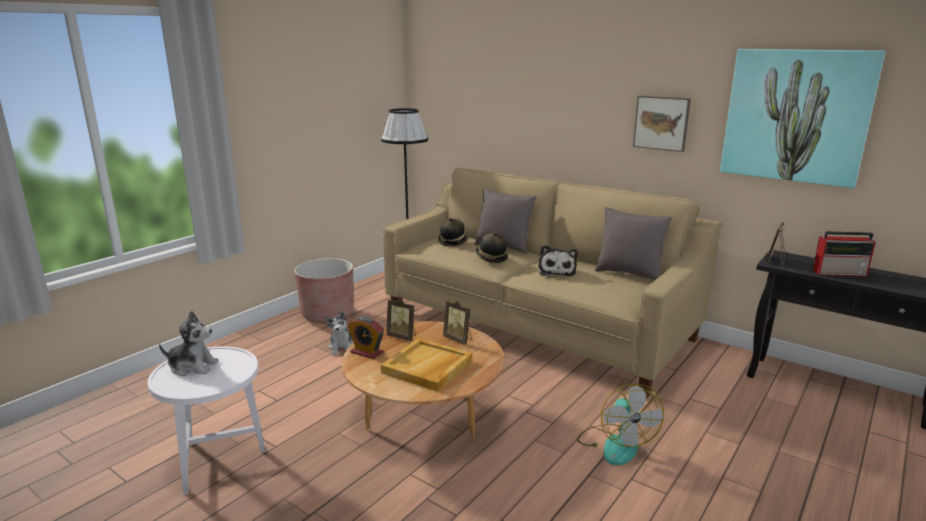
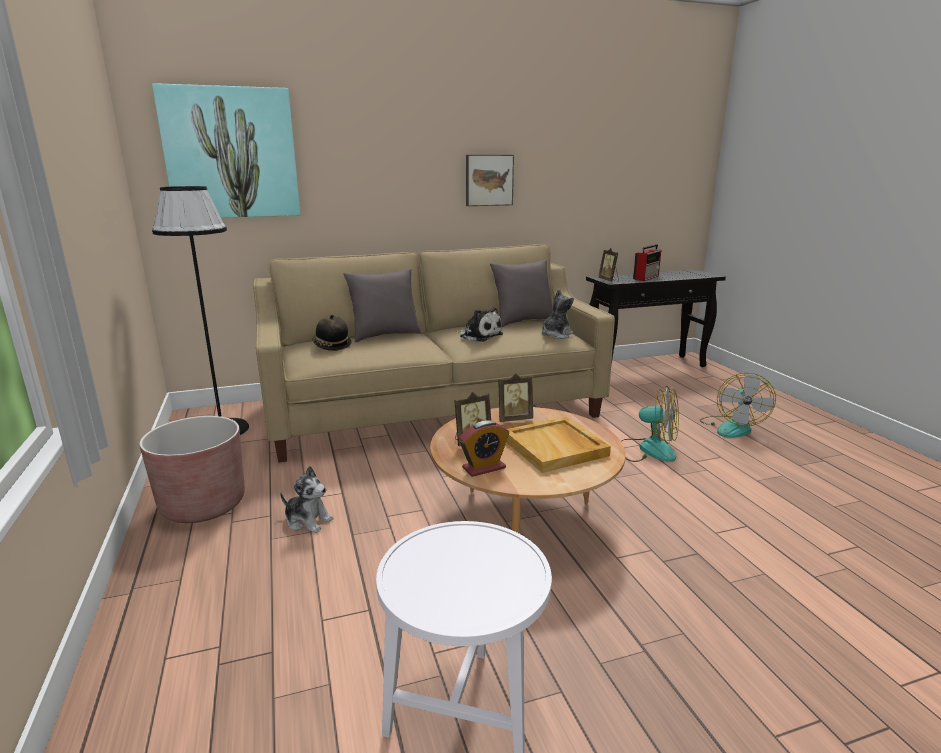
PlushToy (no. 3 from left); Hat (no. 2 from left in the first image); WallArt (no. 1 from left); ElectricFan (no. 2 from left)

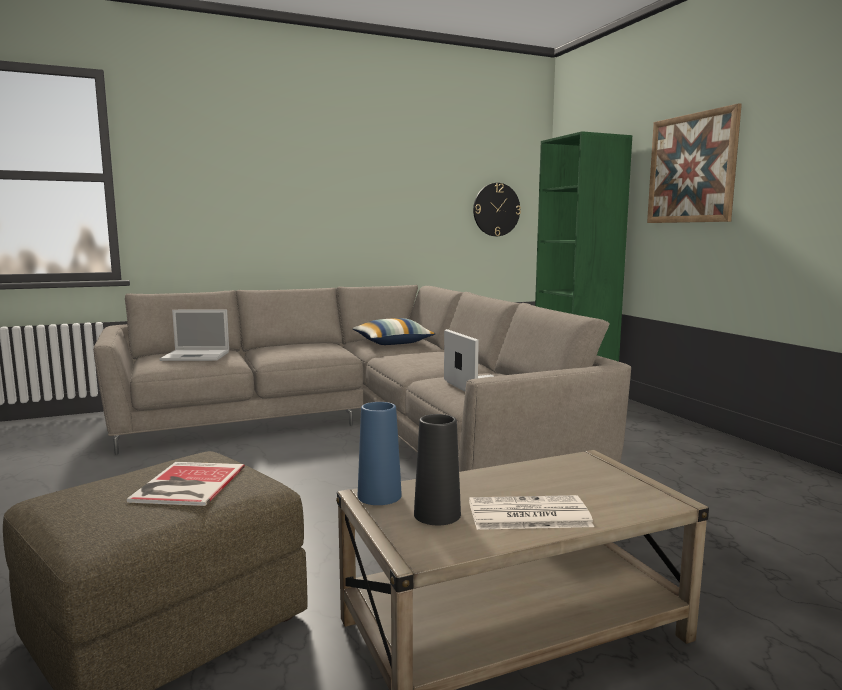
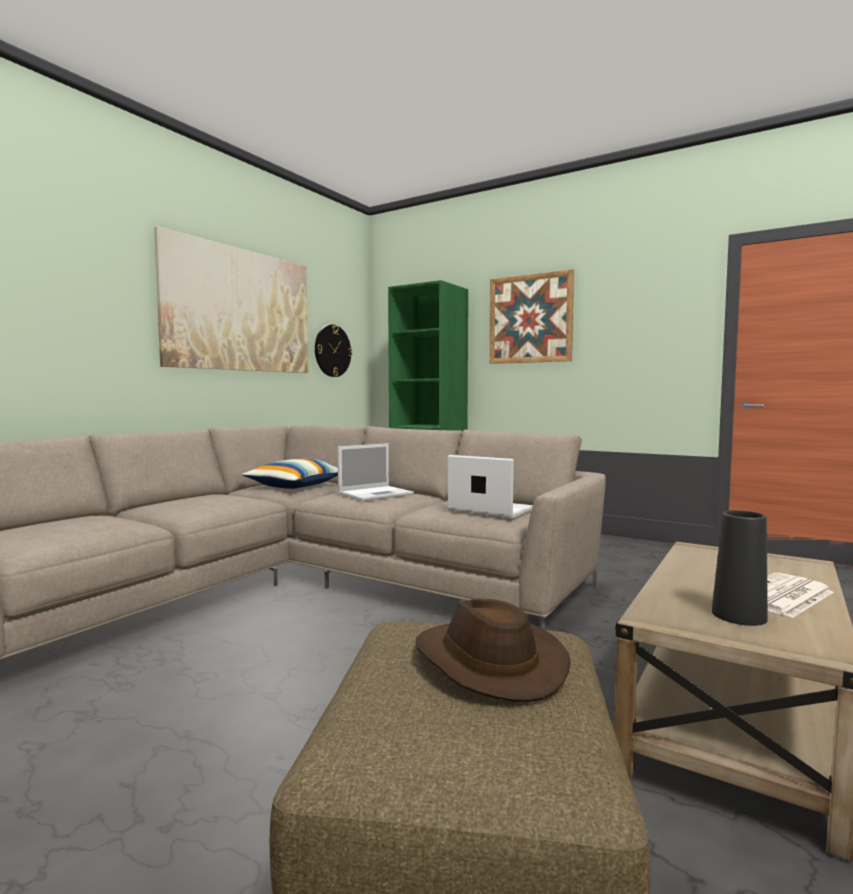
BrownHat; Laptop (no. 1 from left); BluishDecorativeVase; WallArt (no. 1 from left)

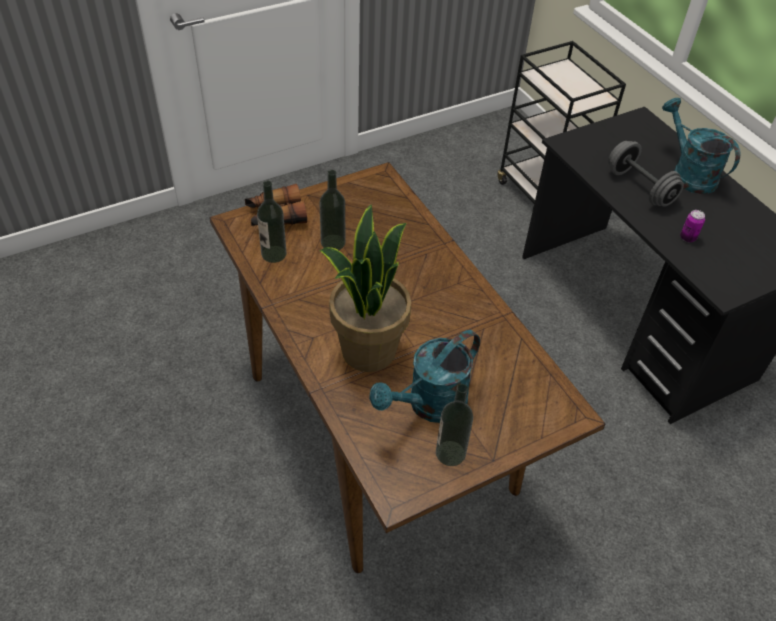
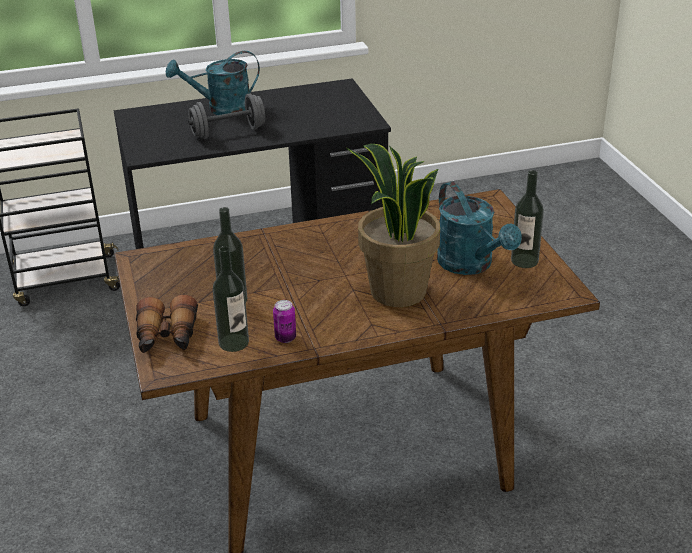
Can

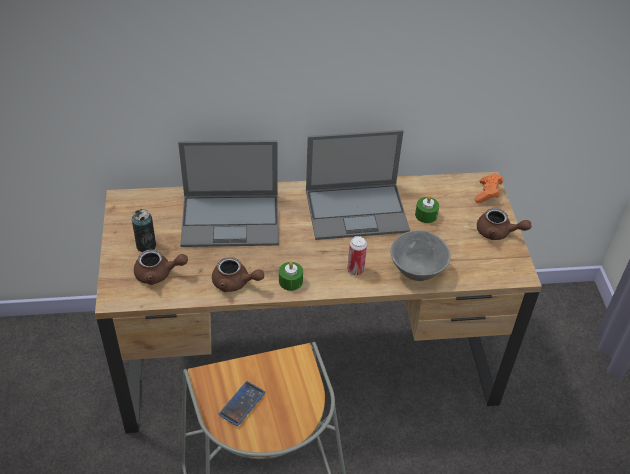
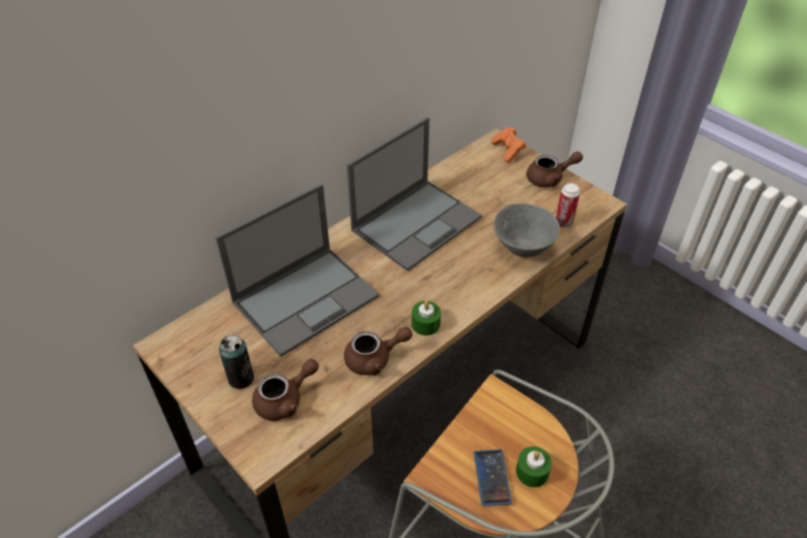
Can (no. 2 from left); GreenCandle (no. 2 from left)

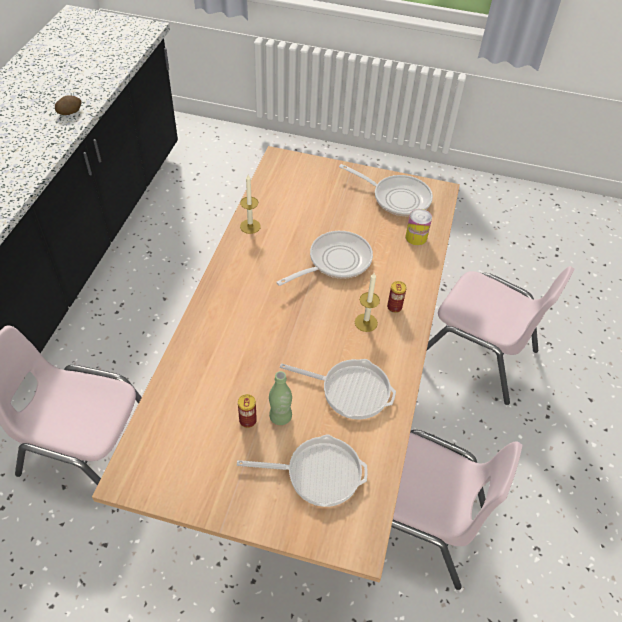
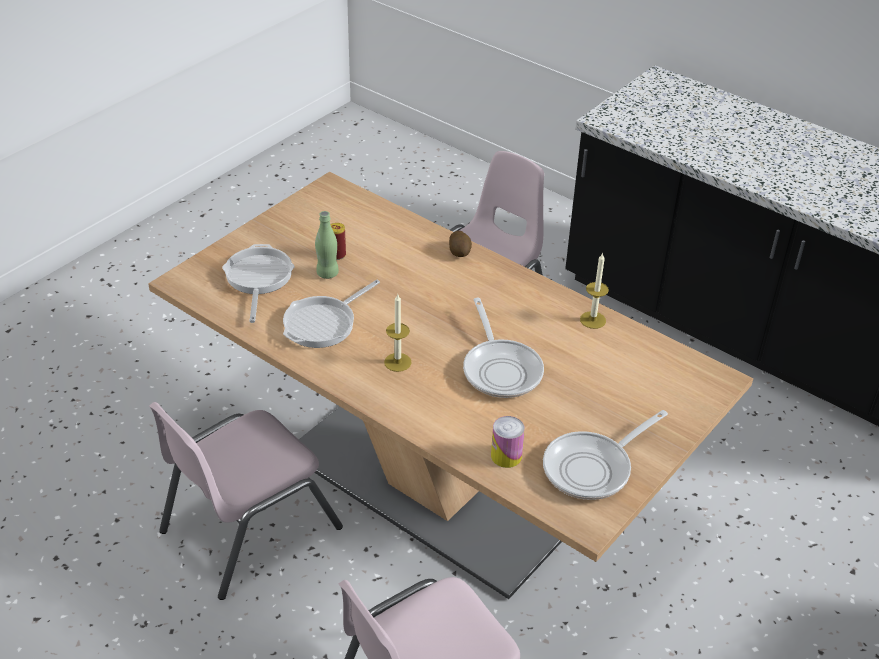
Spud; Pan (no. 1 from left); Can (no. 2 from left in the first image)

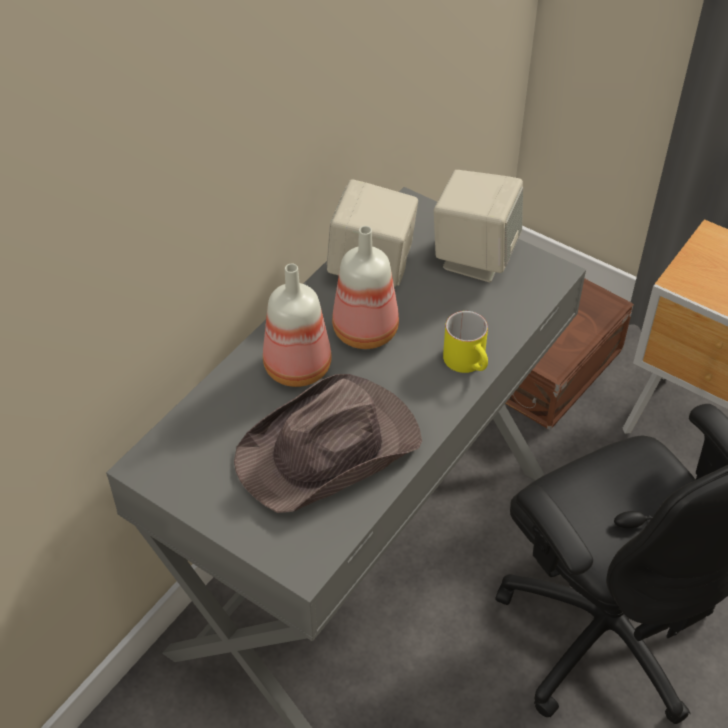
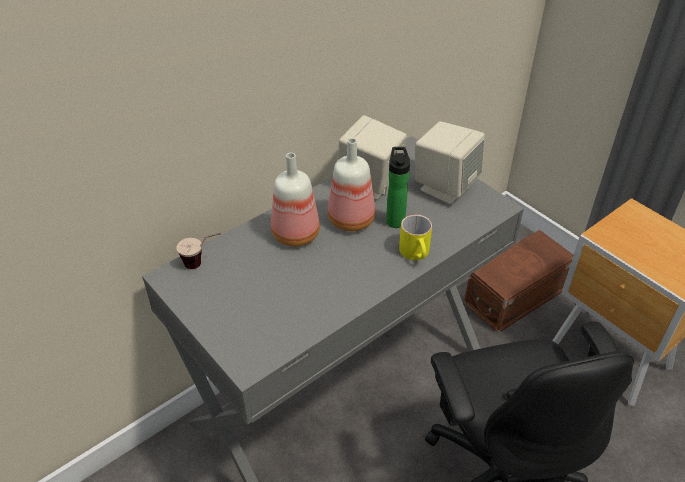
BrownHat; Cup; DrinkBottle (no. 3 from left)

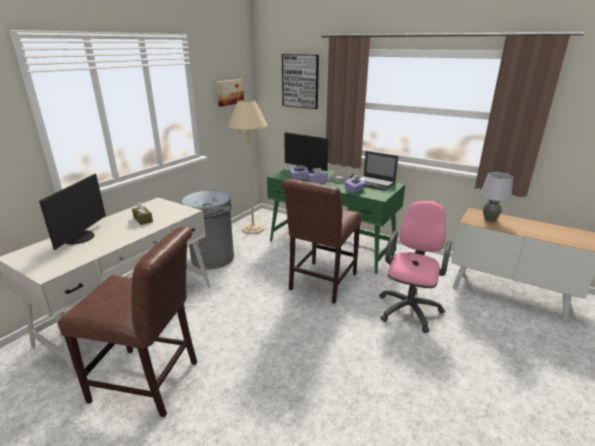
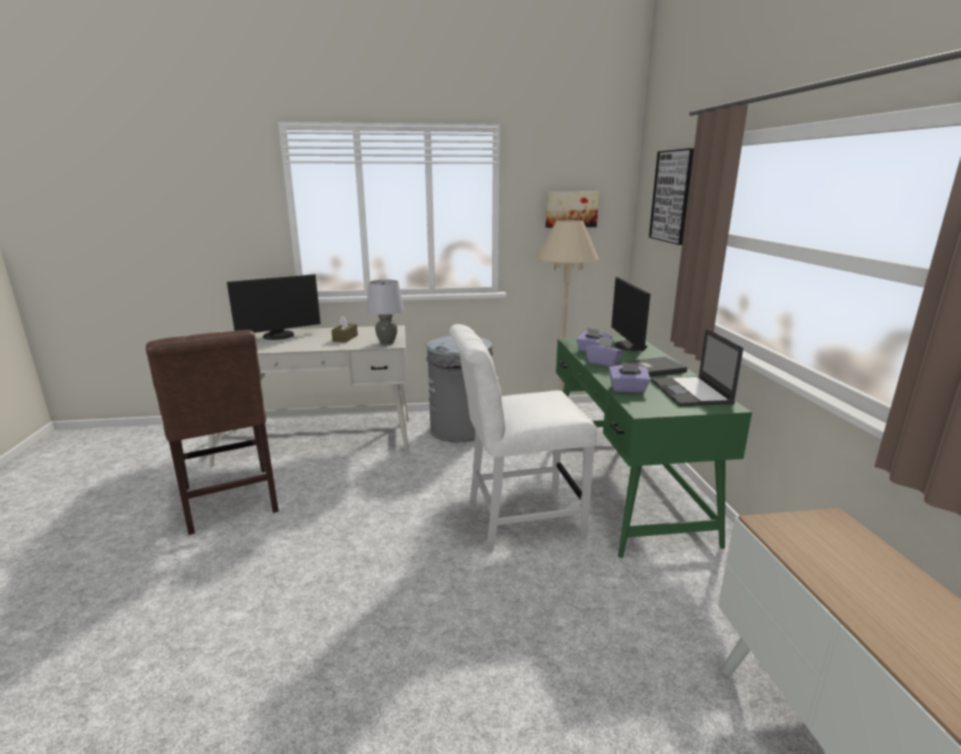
WhitePlainChair; PinkOfficeChair; GreyishTableLamp

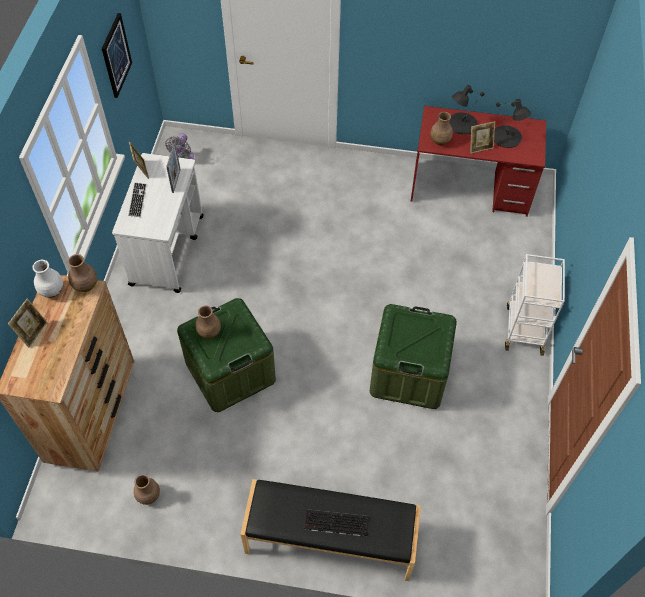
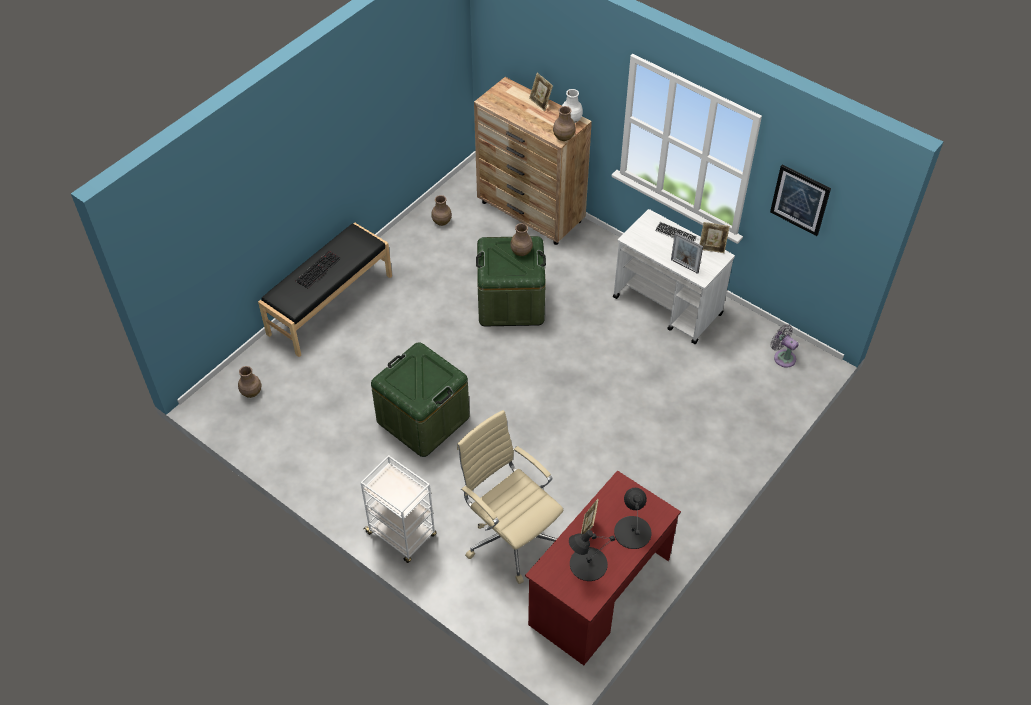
BrownDecorativeVase (no. 1 from left); SandColouredOfficeChair

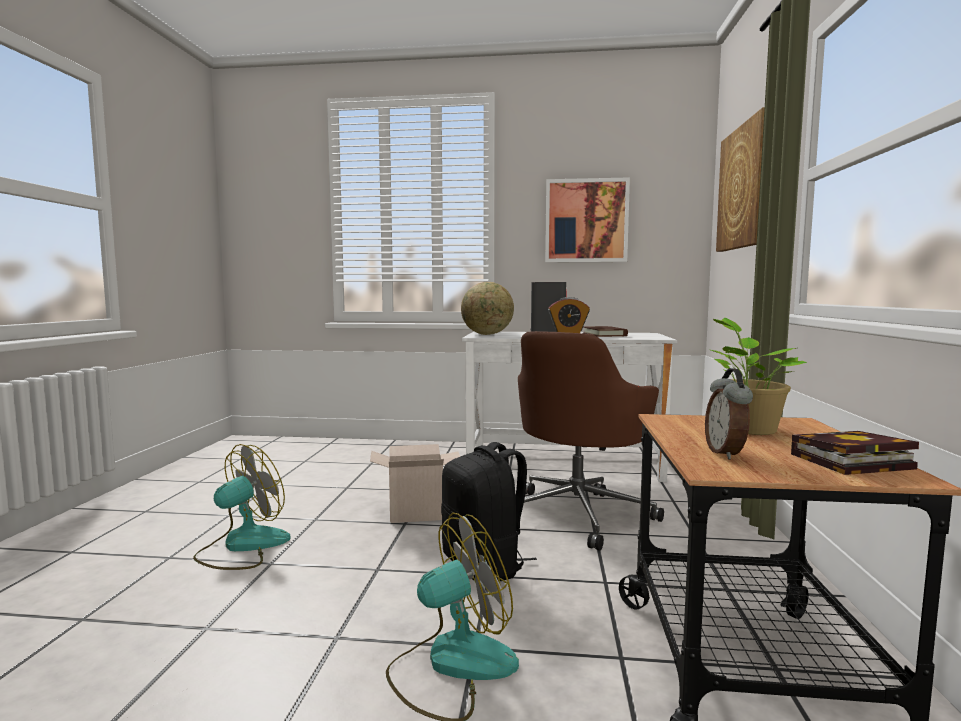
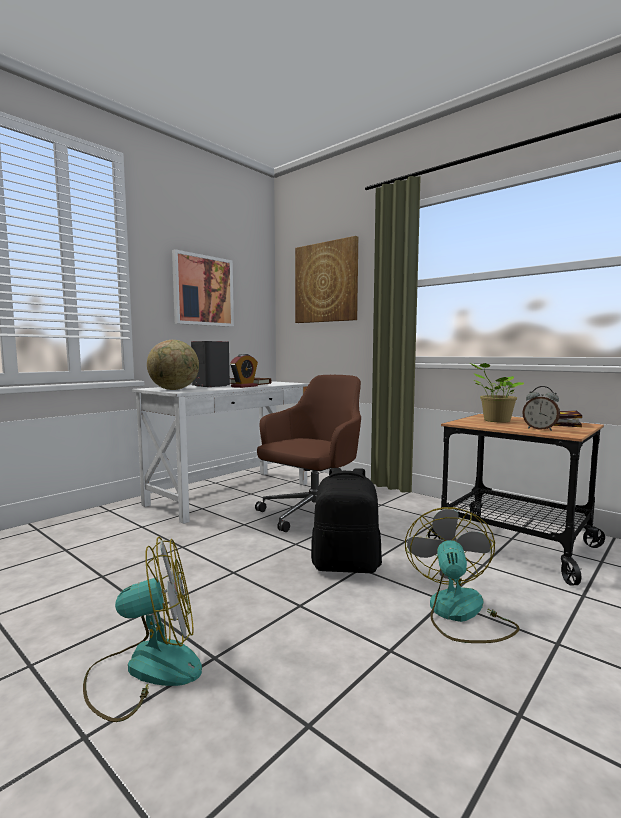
ElectricFan (no. 1 from left); CardboardBox; BrownOfficeChair

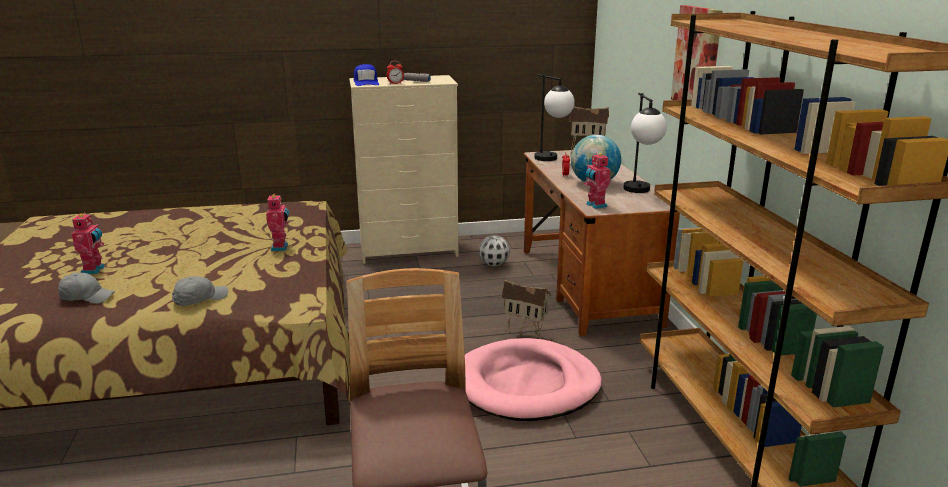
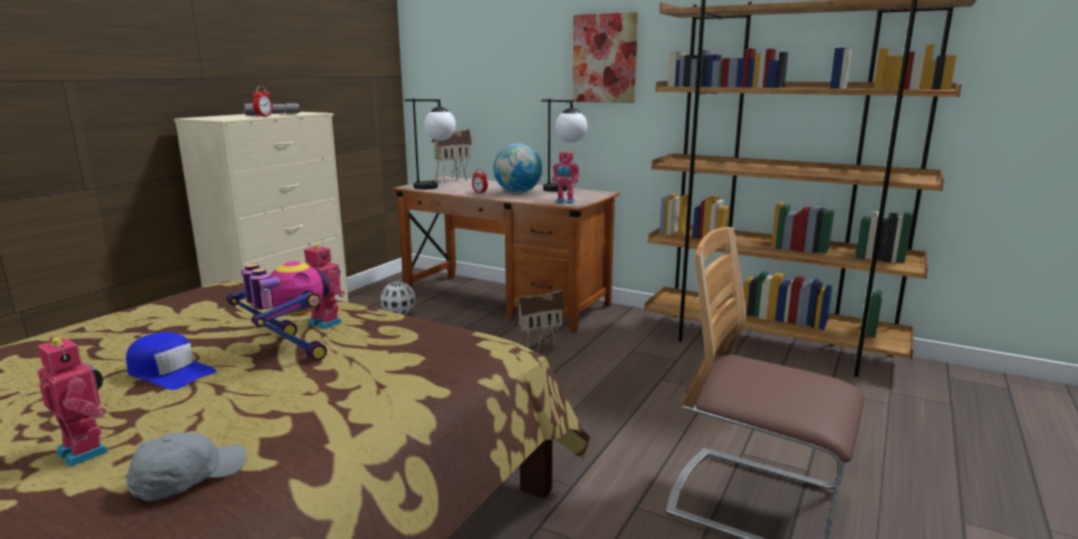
GreyishCap (no. 2 from left in the first image); BluishCap; PinkDogCushion; ToyRobot (no. 2 from left)

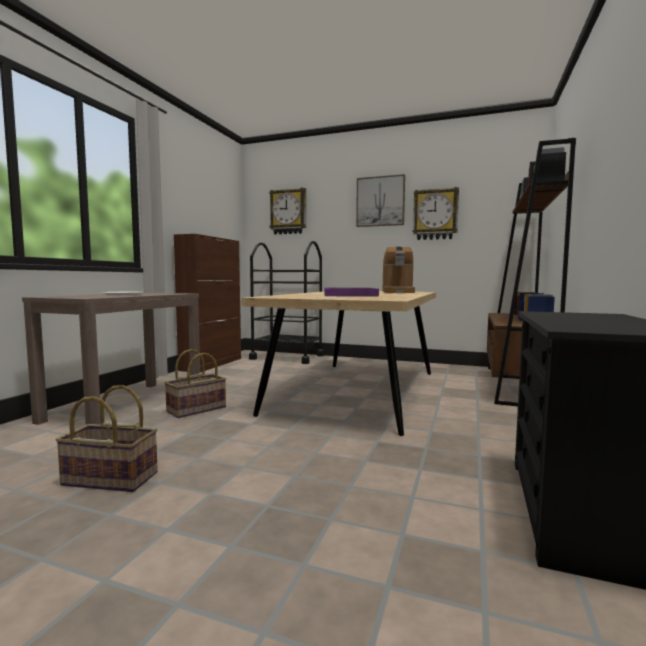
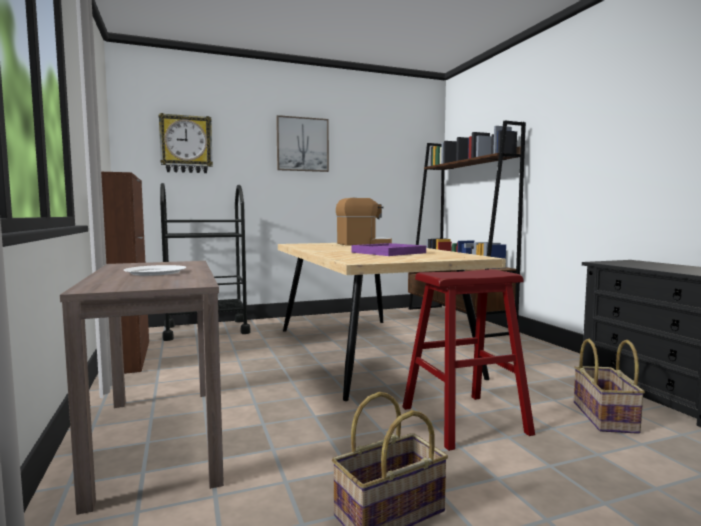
Basket (no. 2 from left); CoffeeBrewer; WallClock (no. 2 from left in the first image); RedStool

